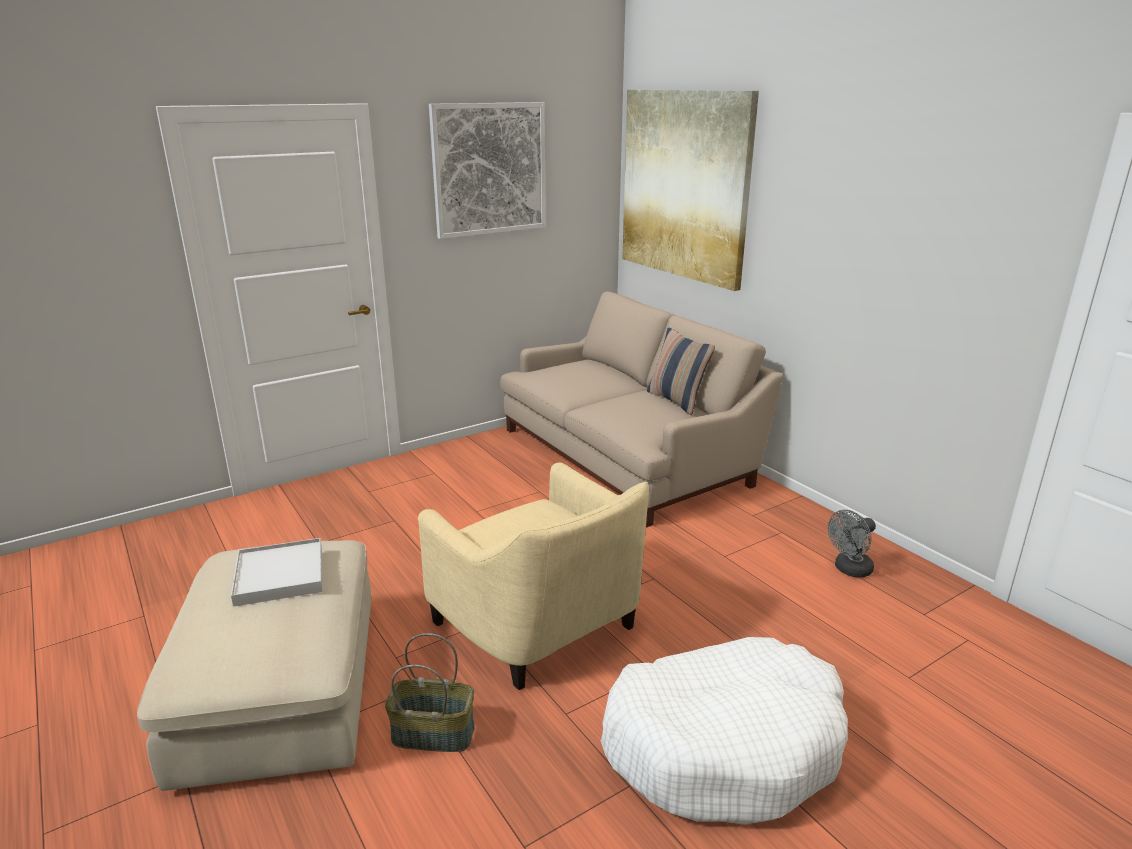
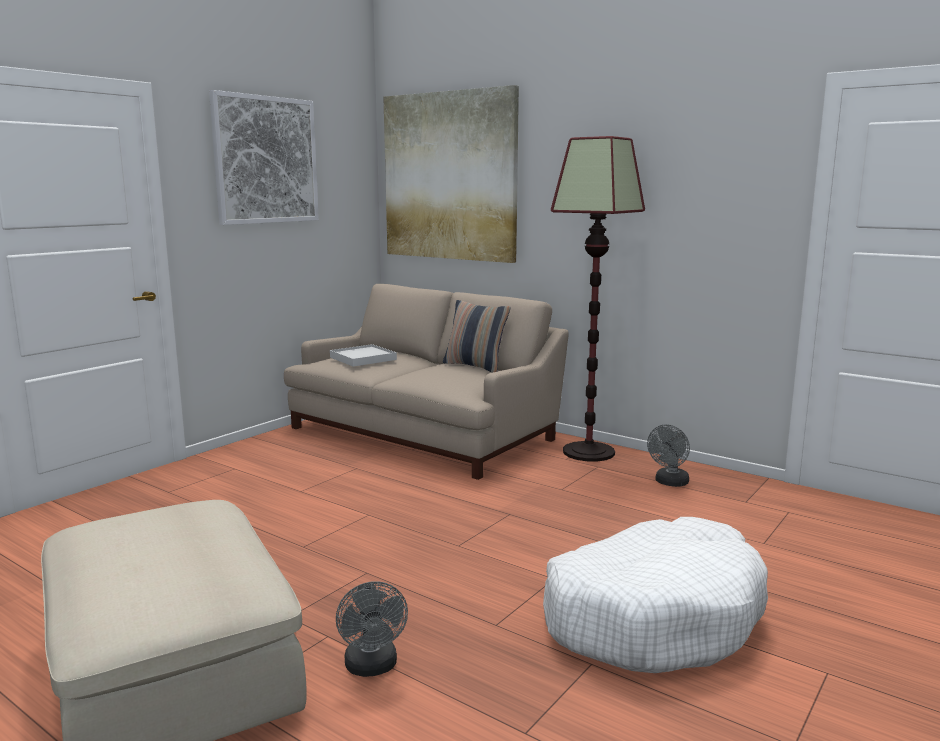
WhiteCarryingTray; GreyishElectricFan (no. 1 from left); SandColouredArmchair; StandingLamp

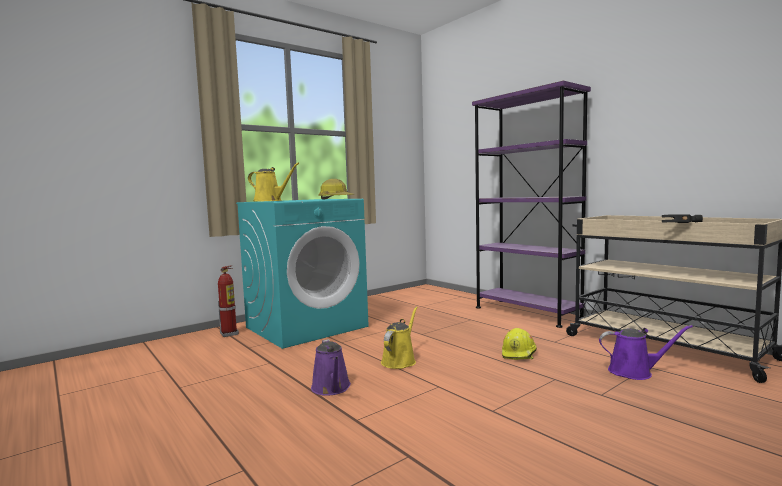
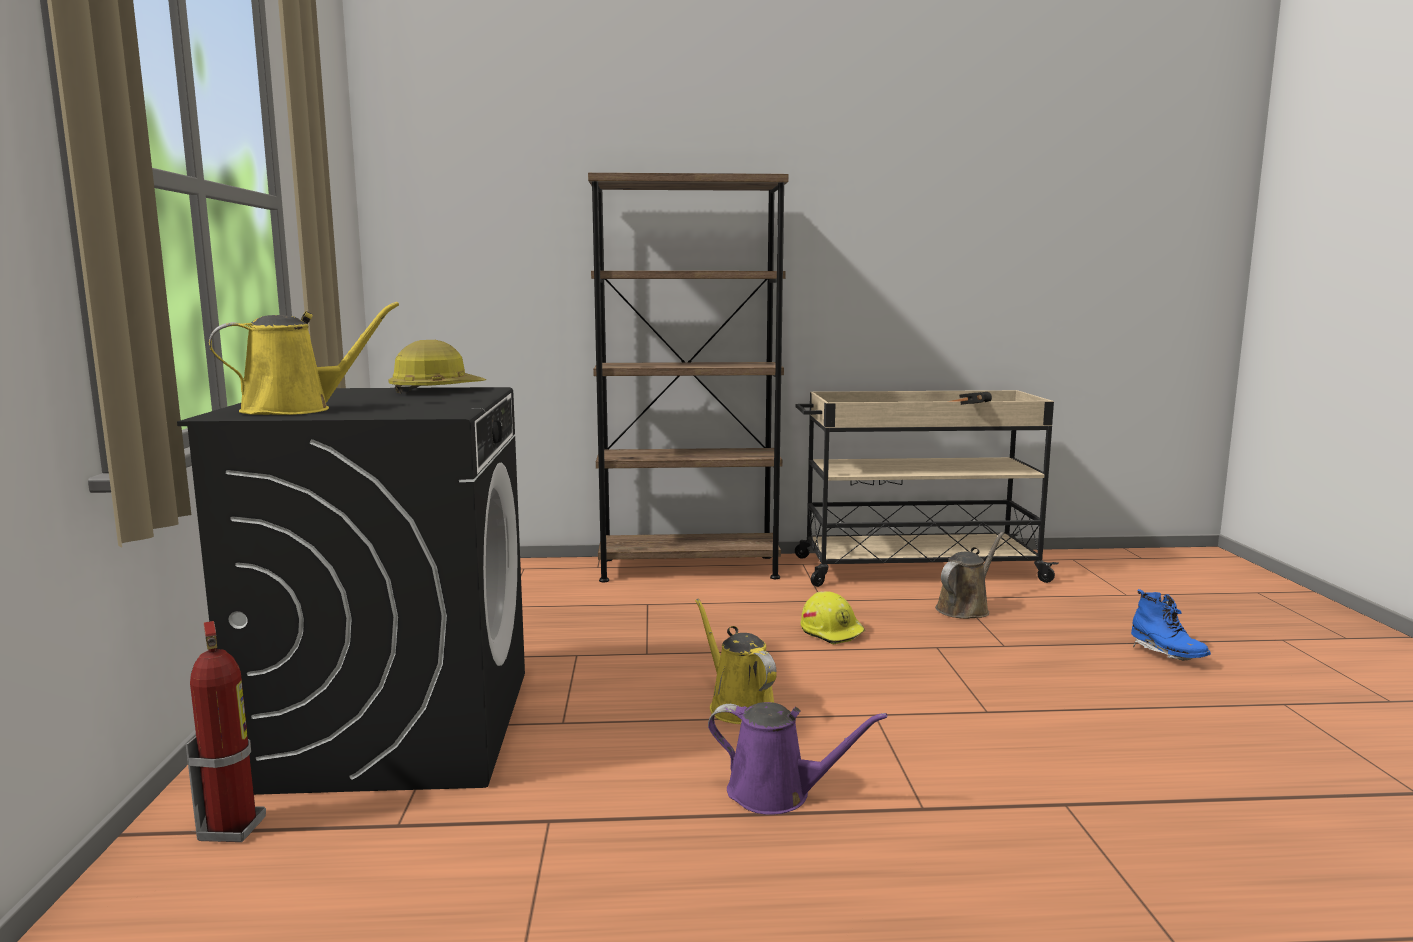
BlackishLaundryMachine; BrownBookcase; BrownWateringPot; BluishBoot

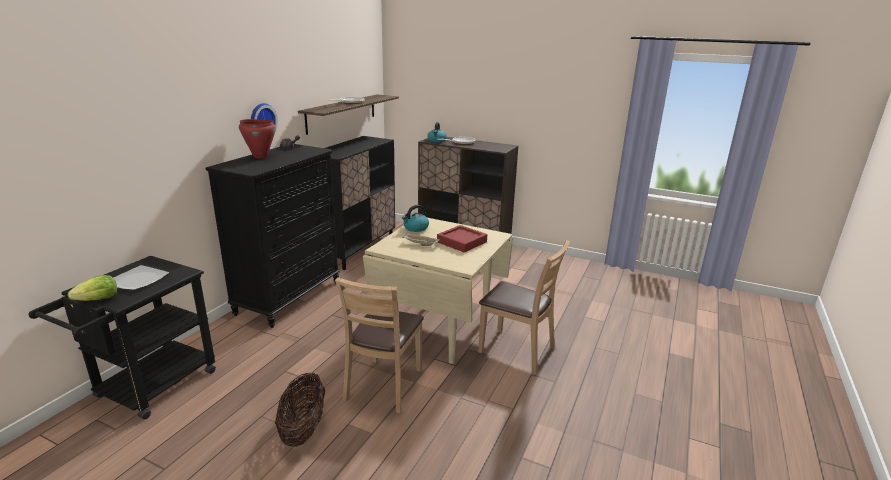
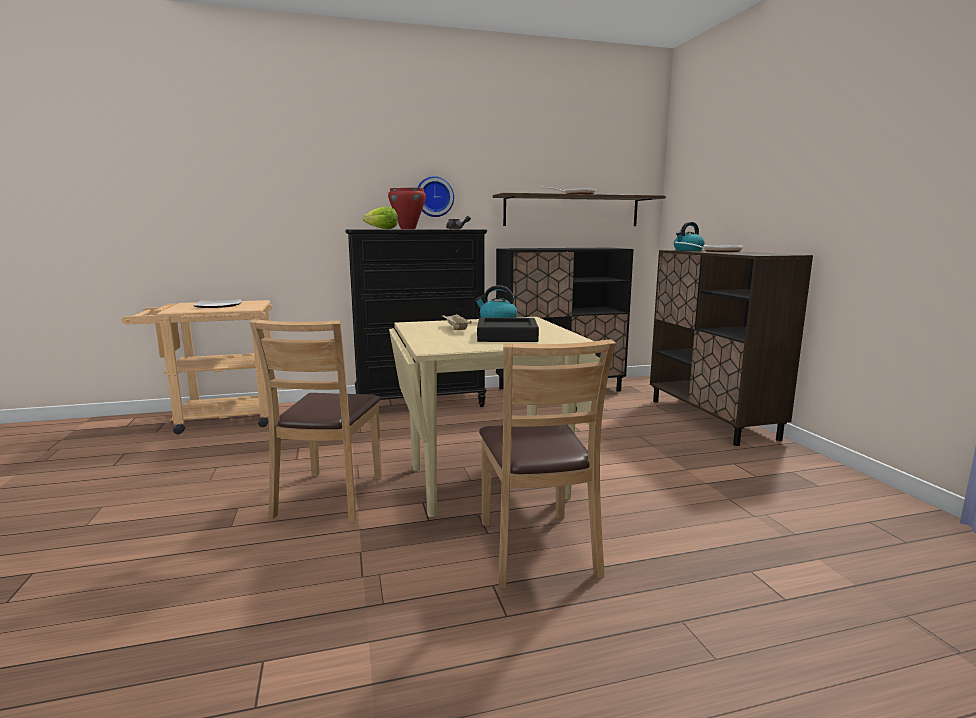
SandColouredWheeledCart; HeadOfLettuce; Basket; BrownPlainChair (no. 1 from left); BlackishCarryingTray

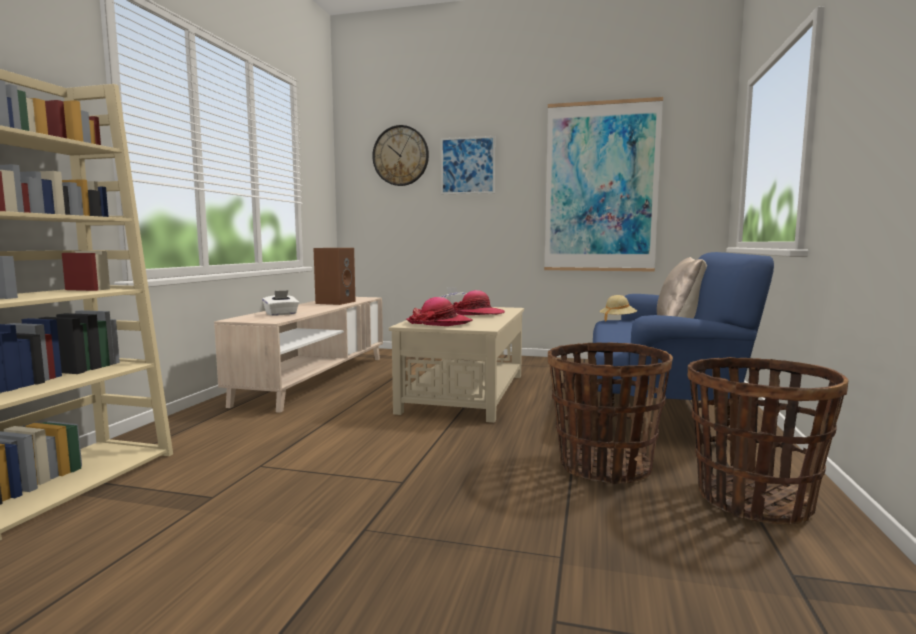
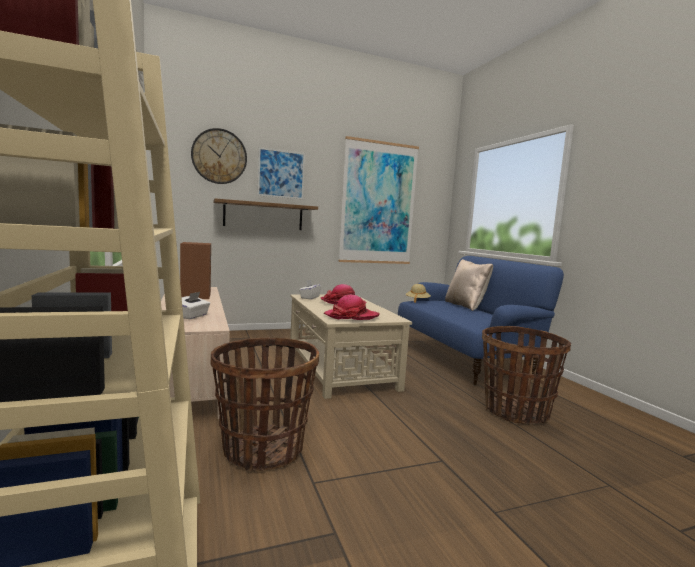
Basket (no. 1 from left); Shelf

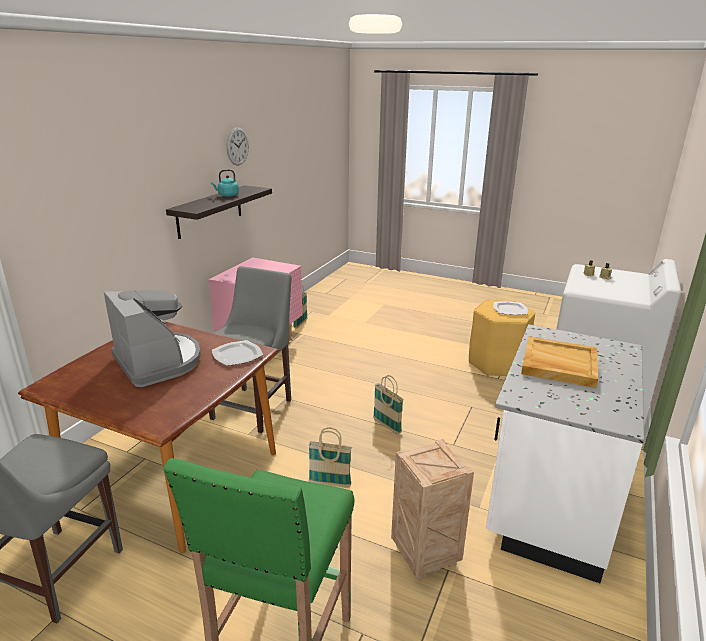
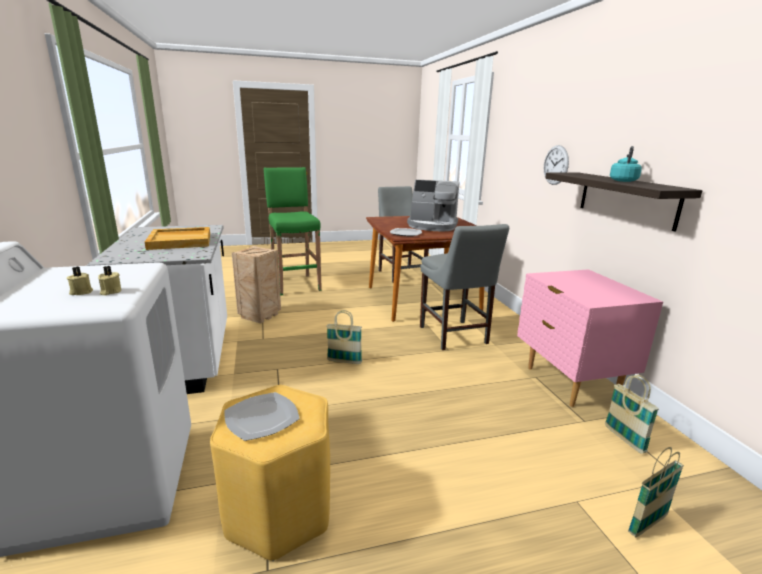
WallClock; Basket (no. 3 from left)

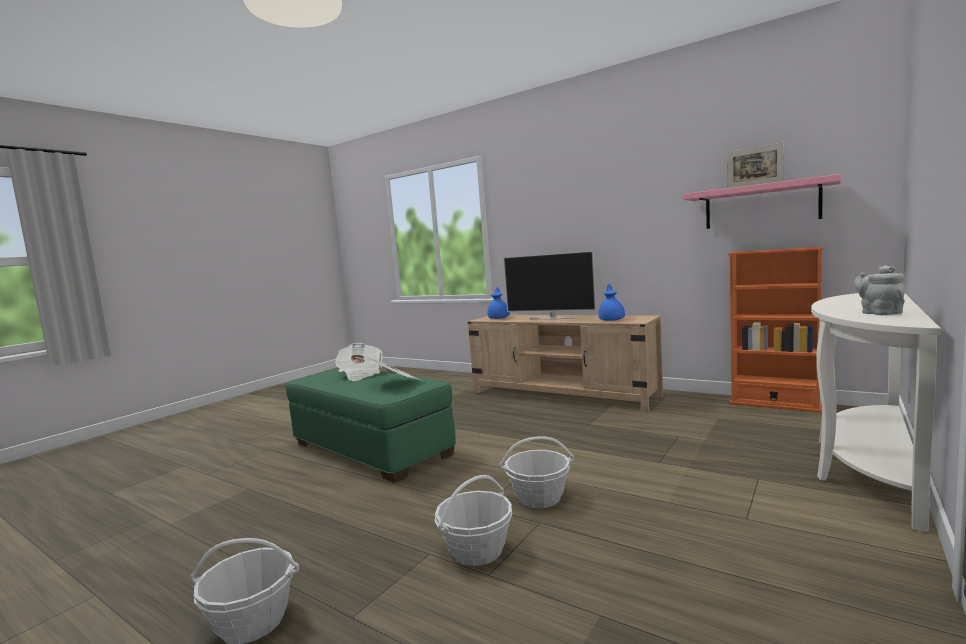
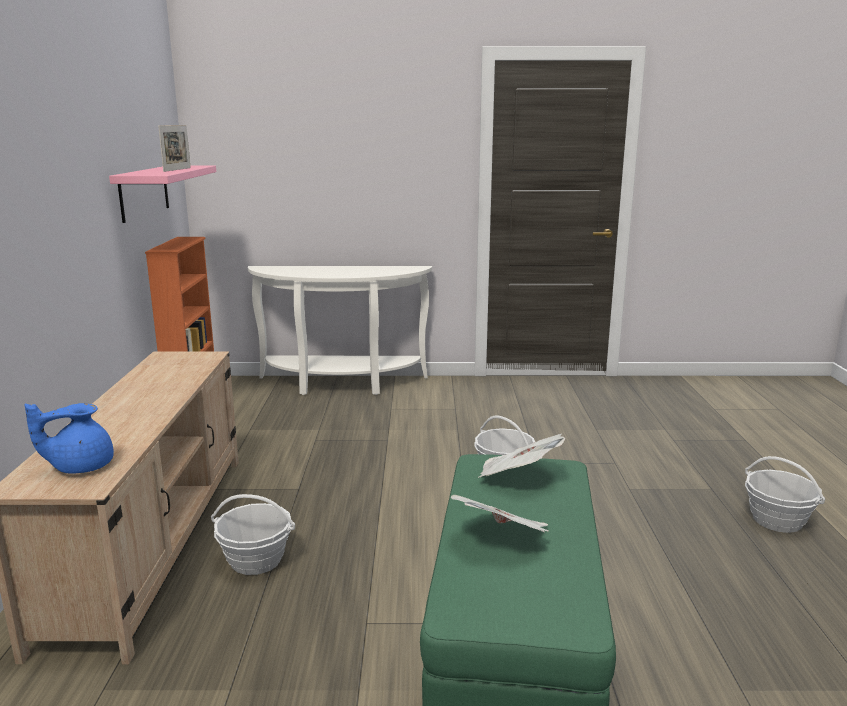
Basket (no. 1 from left); TvSet; BluishTeapot (no. 2 from left in the first image); GreyishTeapot

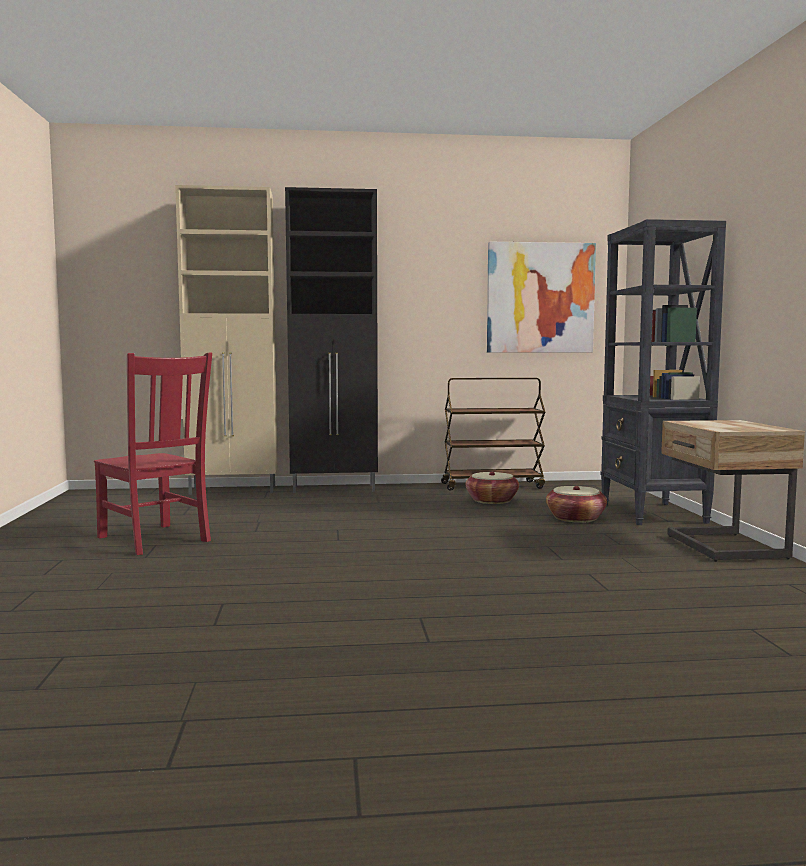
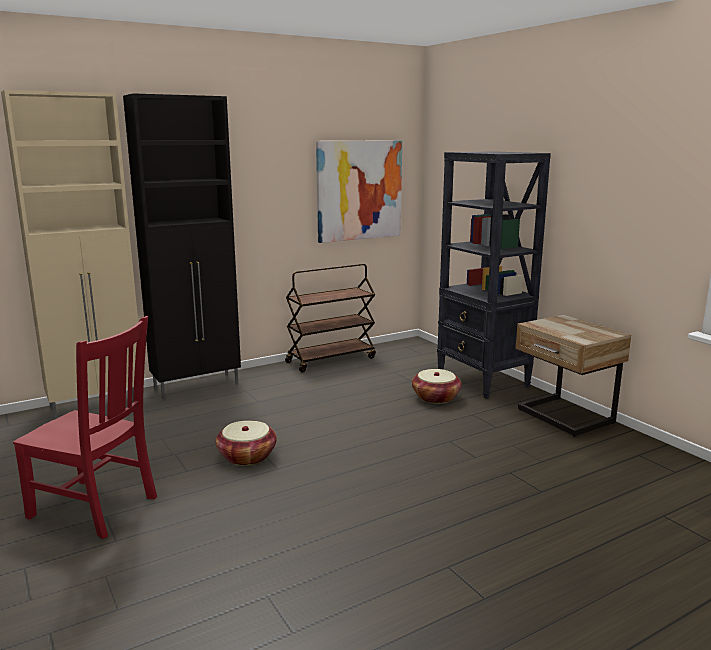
Basket (no. 1 from left)

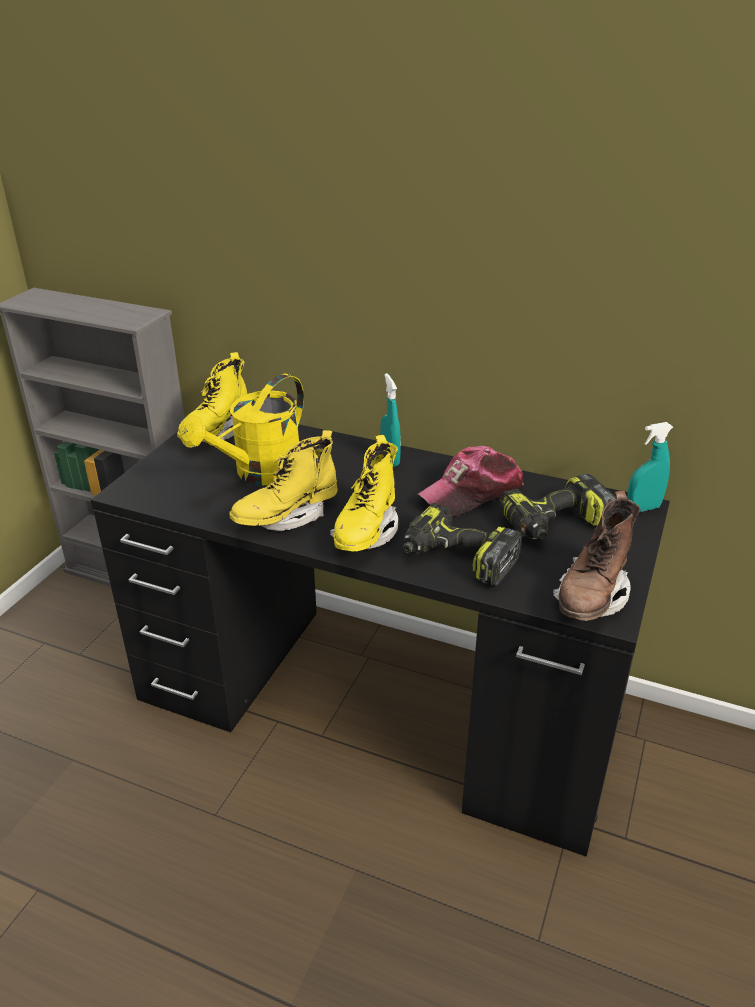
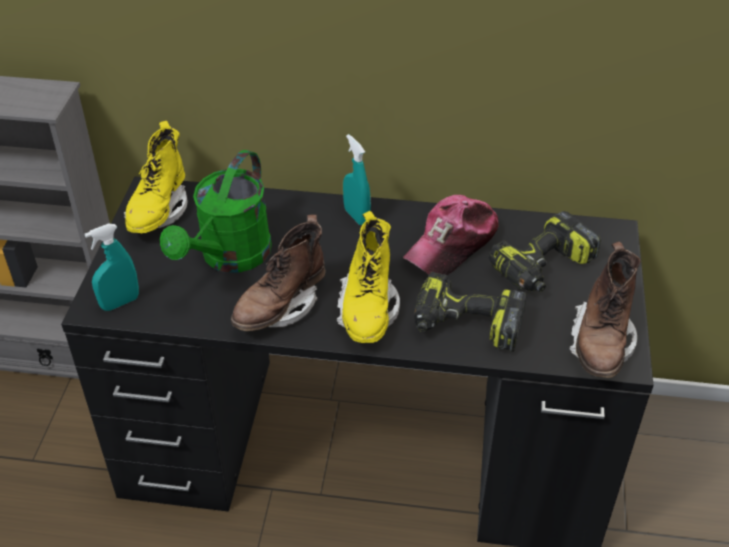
GreenWateringPot; BrownBoot (no. 1 from left); TurquoiseColouredSprayer (no. 1 from left)

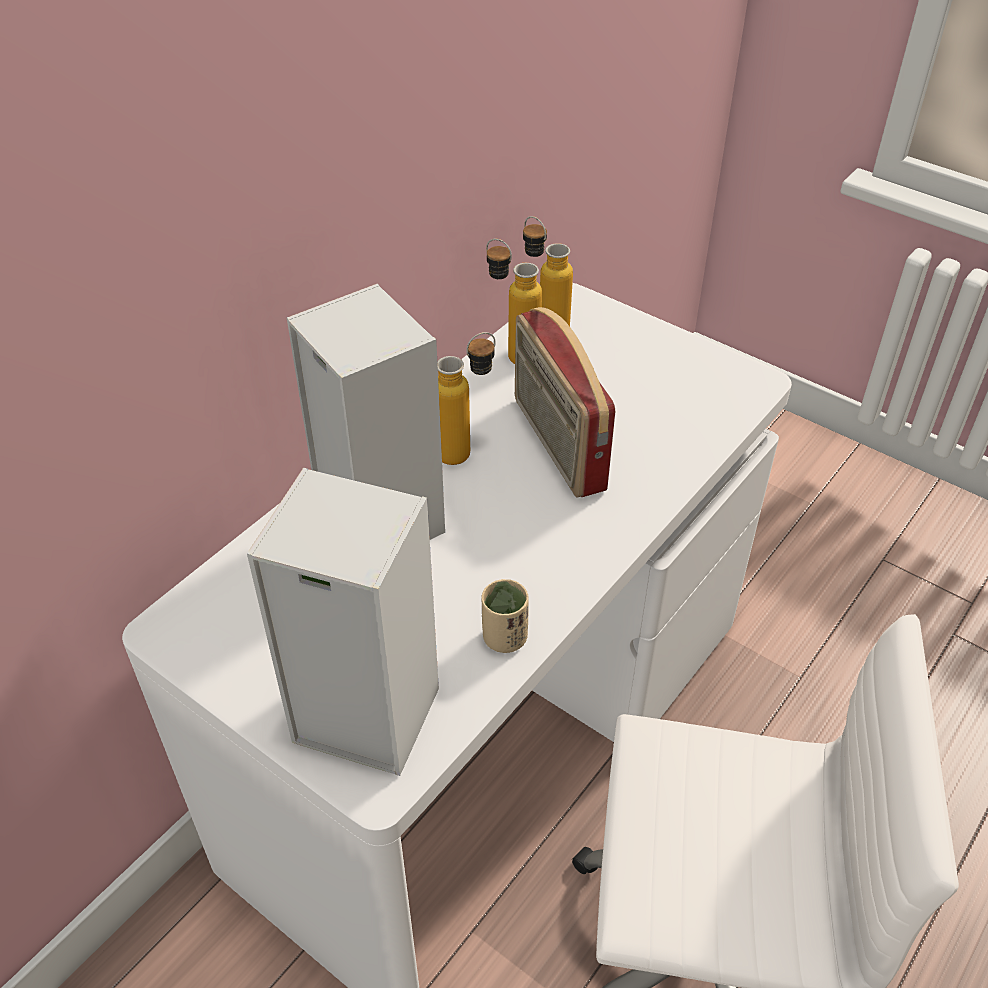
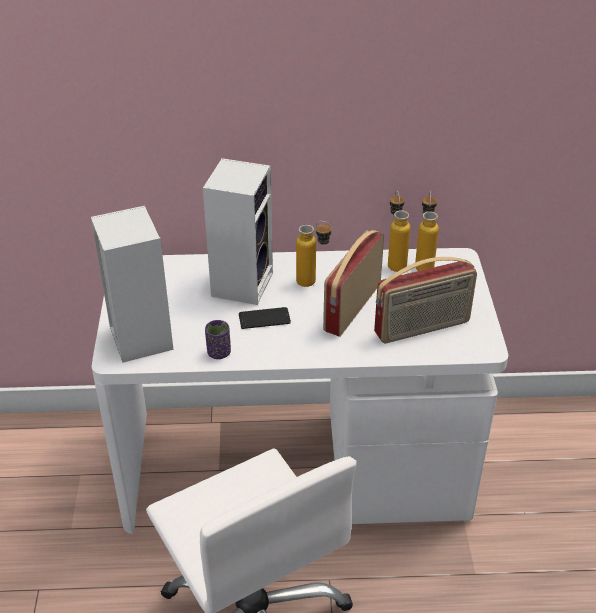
PurpleColouredCup; Phone; RadioReceiver (no. 2 from left)

